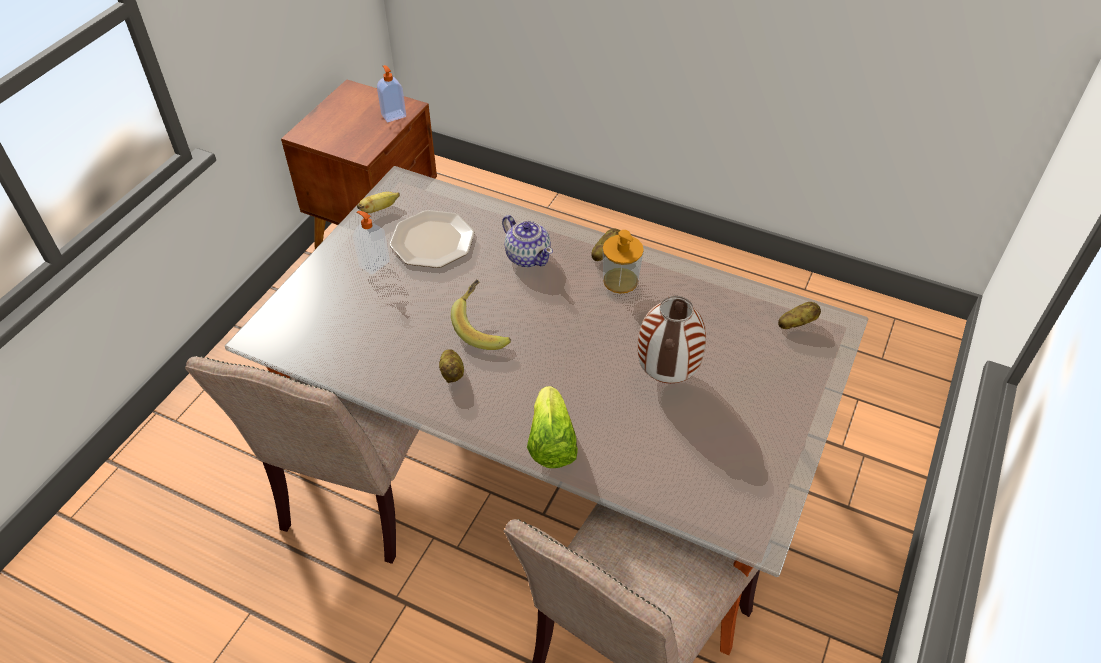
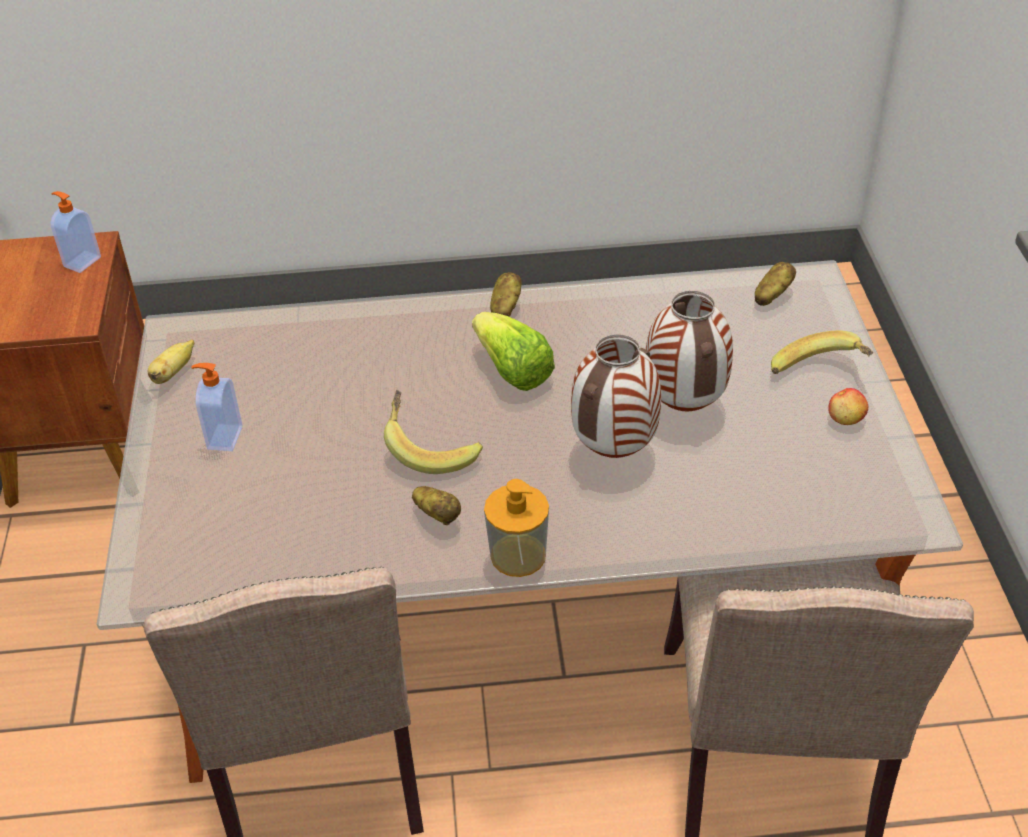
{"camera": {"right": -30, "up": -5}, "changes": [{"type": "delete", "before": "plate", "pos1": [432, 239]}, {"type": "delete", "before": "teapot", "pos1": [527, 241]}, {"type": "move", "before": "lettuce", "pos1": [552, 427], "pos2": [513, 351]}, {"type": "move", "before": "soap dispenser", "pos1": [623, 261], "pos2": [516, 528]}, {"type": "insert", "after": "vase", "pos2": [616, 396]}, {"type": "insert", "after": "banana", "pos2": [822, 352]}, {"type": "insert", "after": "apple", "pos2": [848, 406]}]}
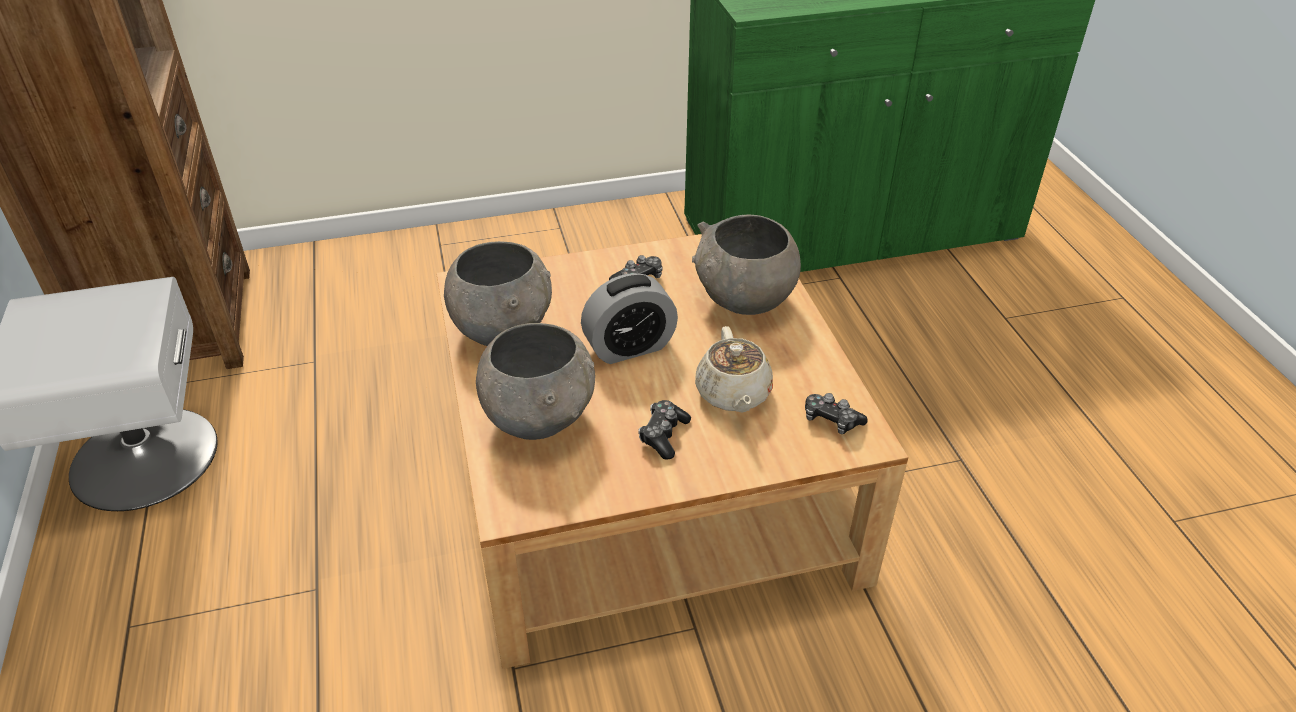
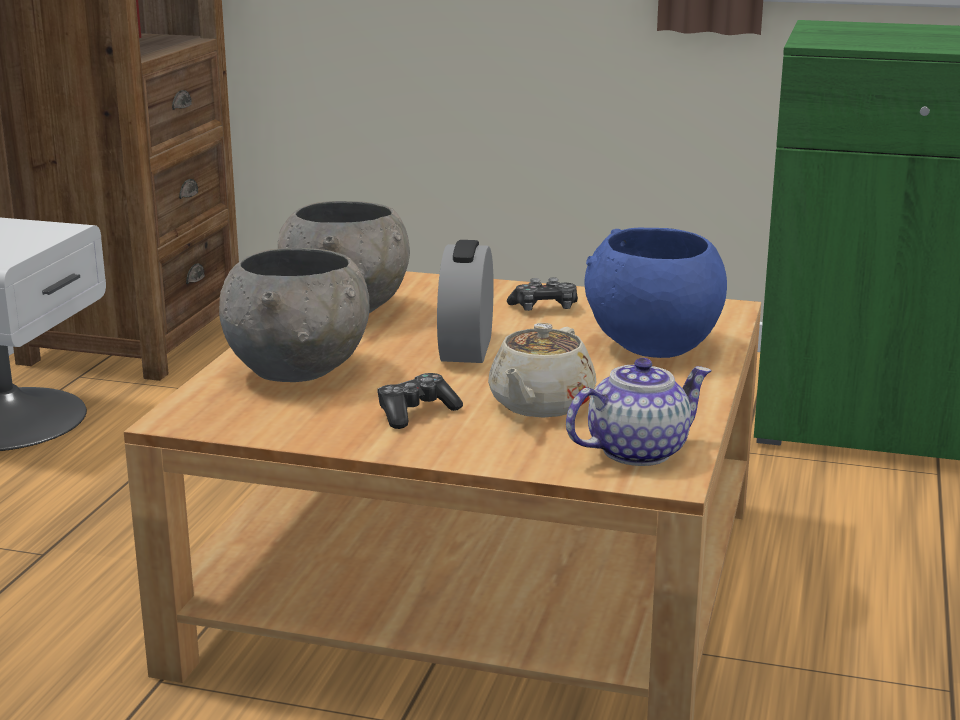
{"camera": {"right": 30, "up": -20}, "changes": [{"type": "rotate", "before": "alarm clock", "pos1": [629, 318], "pos2": [465, 301], "turn": 90}, {"type": "recolor", "before": "grey bowl", "after": "blue bowl", "pos1": [746, 264], "pos2": [656, 293]}, {"type": "replace", "before": "game controller", "after": "teapot", "pos1": [836, 413], "pos2": [639, 412]}]}
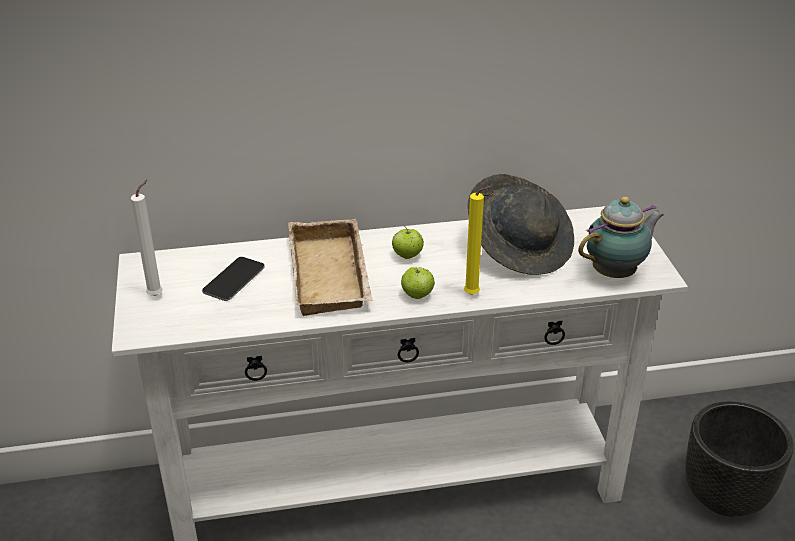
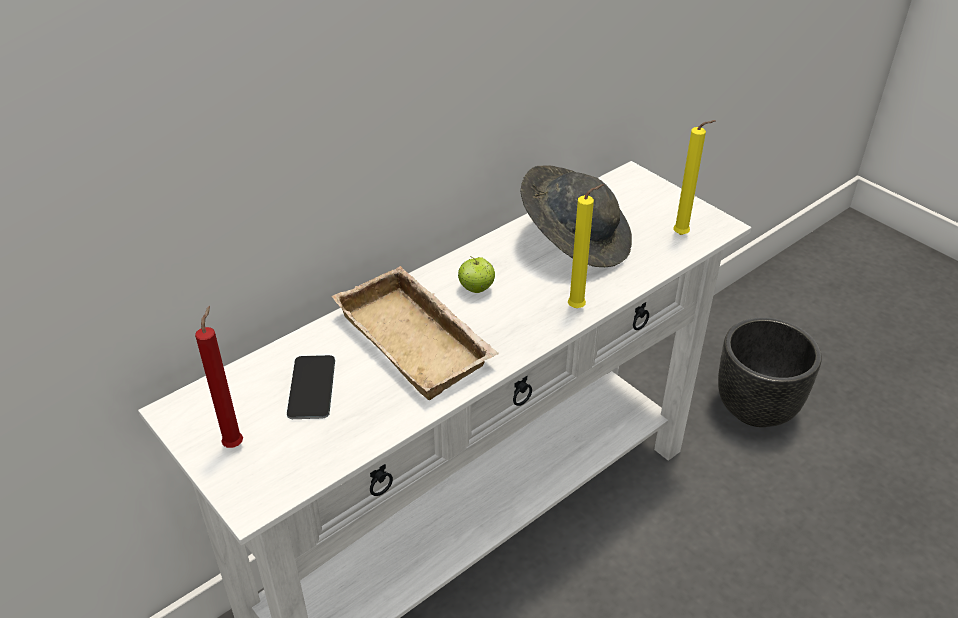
{"camera": {"right": -30, "up": 5}, "changes": [{"type": "recolor", "before": "white candle", "after": "red candle", "pos1": [146, 238], "pos2": [219, 377]}, {"type": "delete", "before": "apple", "pos1": [418, 283]}, {"type": "replace", "before": "teapot", "after": "yellow candle", "pos1": [621, 237], "pos2": [694, 177]}]}
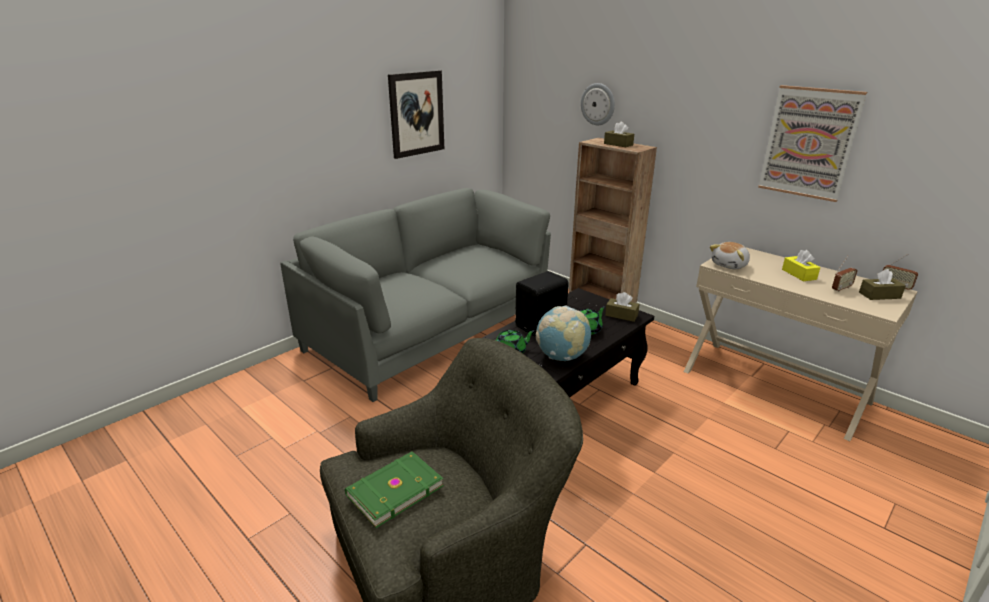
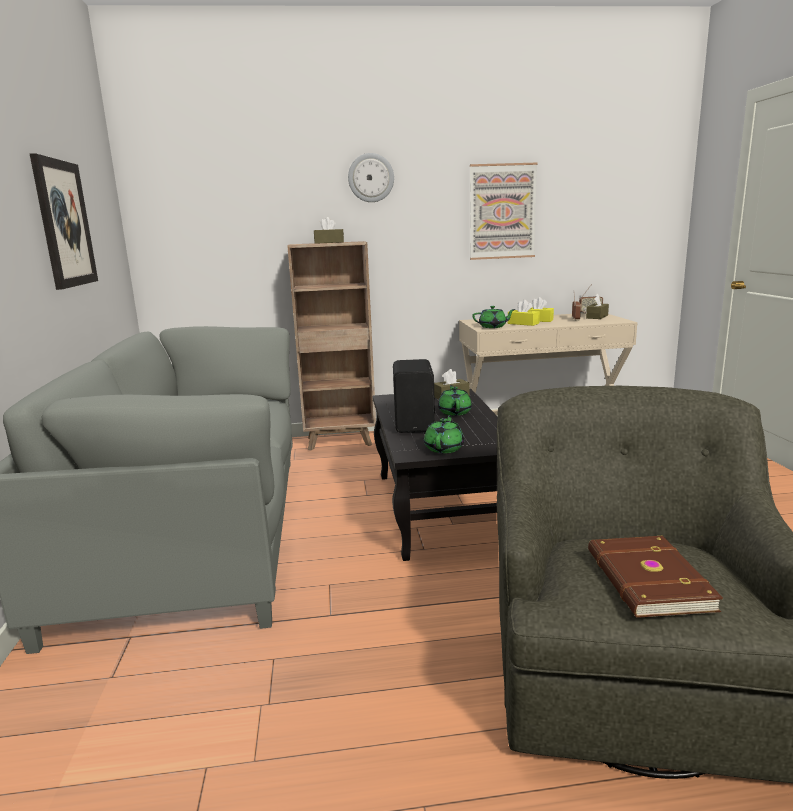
{"camera": {"right": -50, "up": -10}, "changes": [{"type": "recolor", "before": "green book", "after": "brown book", "pos1": [394, 489], "pos2": [655, 577]}, {"type": "delete", "before": "globe", "pos1": [563, 333]}, {"type": "move", "before": "wall clock", "pos1": [598, 104], "pos2": [371, 177]}, {"type": "replace", "before": "plush toy", "after": "green teapot", "pos1": [730, 255], "pos2": [493, 317]}, {"type": "insert", "after": "yellow tissue box", "pos2": [524, 313]}]}
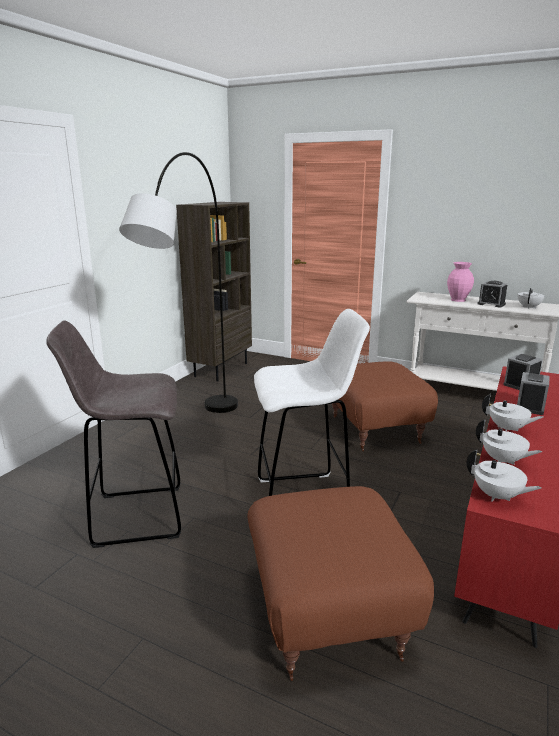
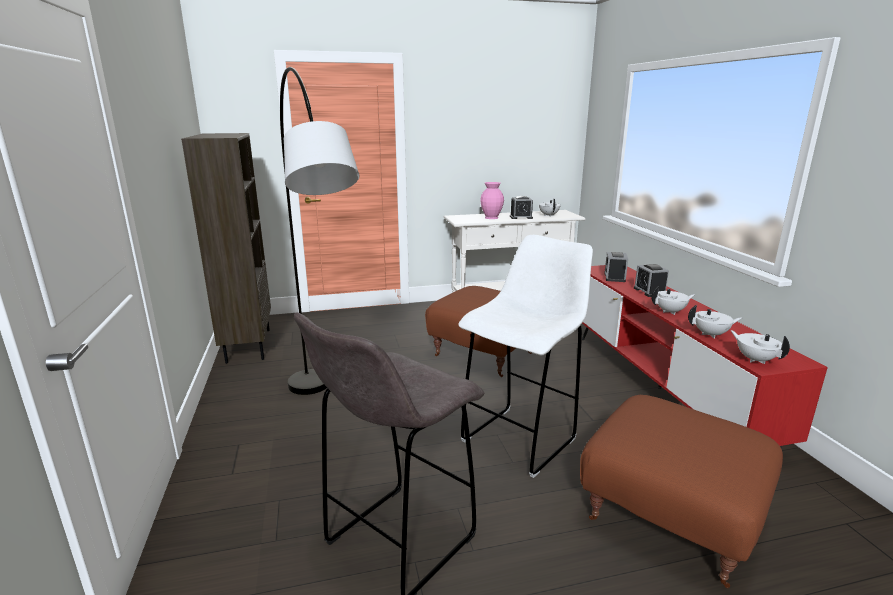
{"camera": {"right": -40, "up": 0}, "changes": [{"type": "rotate", "before": "white teapot", "pos1": [504, 476], "pos2": [760, 347], "turn": -120}]}
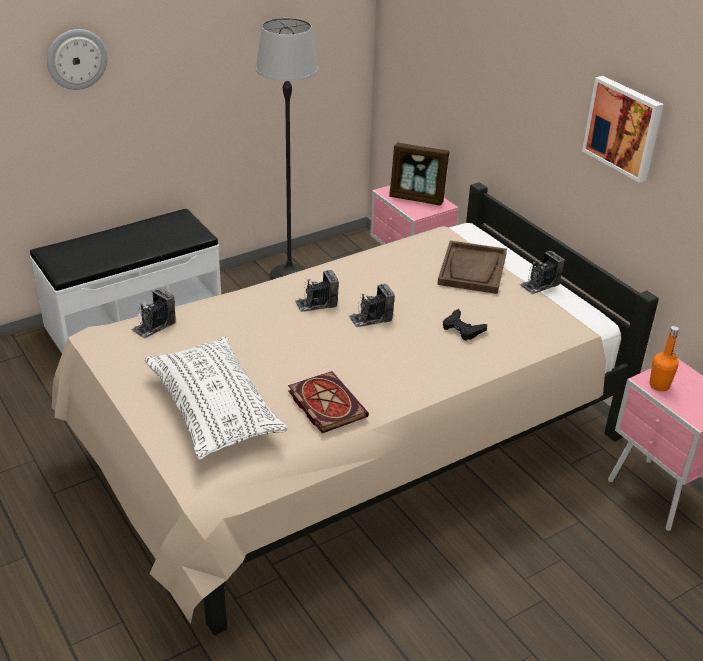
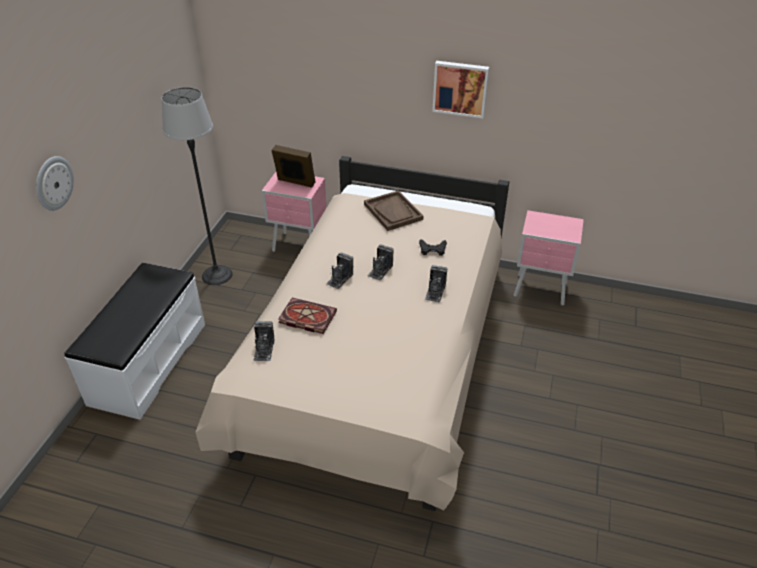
{"camera": {"right": -40, "up": 5}, "changes": [{"type": "delete", "before": "white pillow", "pos1": [216, 398]}, {"type": "move", "before": "book", "pos1": [328, 402], "pos2": [307, 316]}, {"type": "rotate", "before": "picture frame", "pos1": [419, 174], "pos2": [293, 166], "turn": -135}, {"type": "move", "before": "photo camera", "pos1": [542, 272], "pos2": [436, 283]}, {"type": "delete", "before": "orange bottle", "pos1": [664, 358]}]}
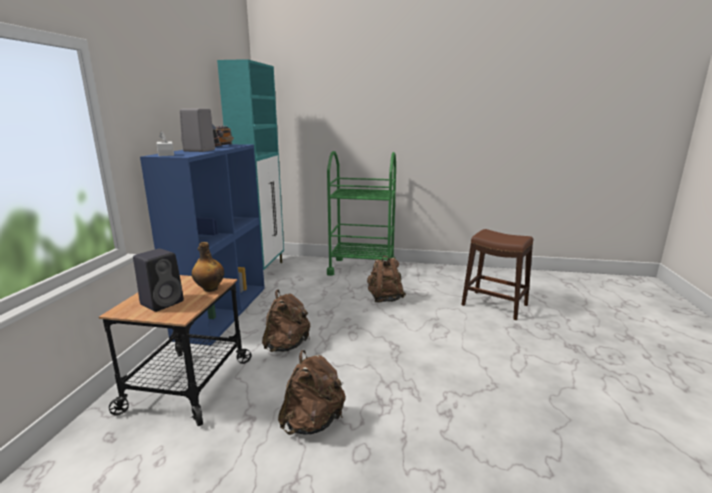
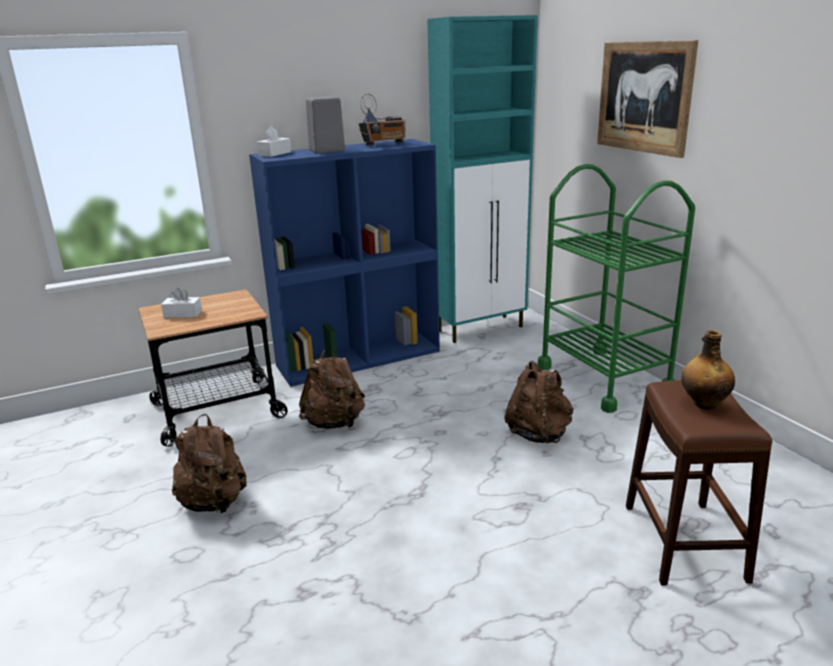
{"camera": {"right": 55, "up": 5}, "changes": [{"type": "replace", "before": "black speaker", "after": "white tissue box", "pos1": [158, 280], "pos2": [181, 303]}, {"type": "move", "before": "bottle", "pos1": [208, 267], "pos2": [708, 370]}, {"type": "insert", "after": "picture", "pos2": [647, 99]}]}
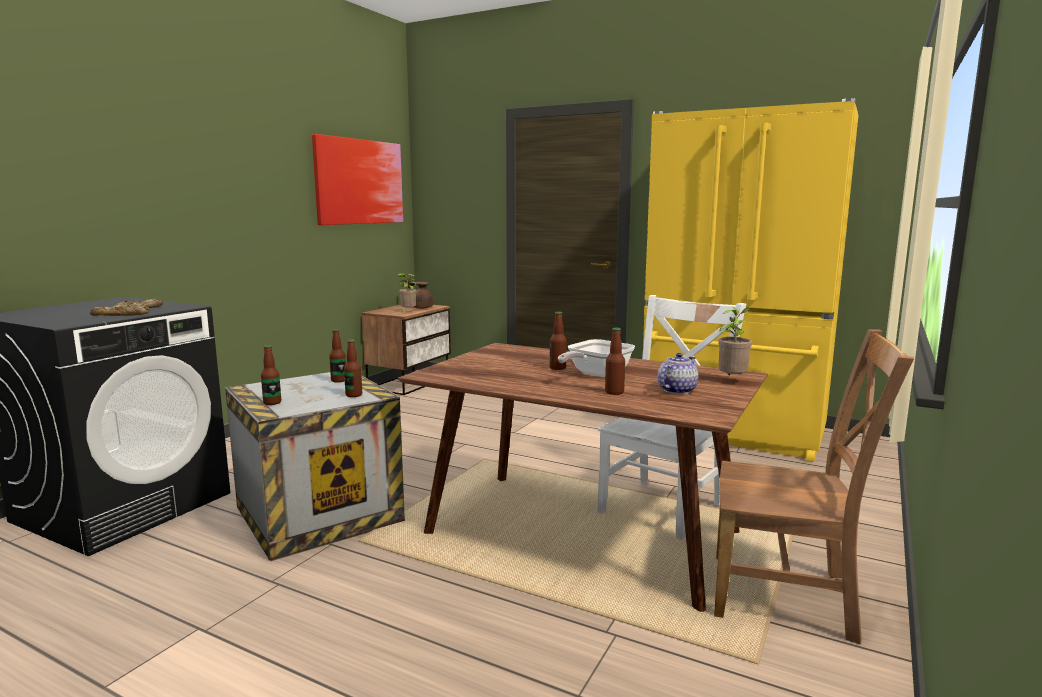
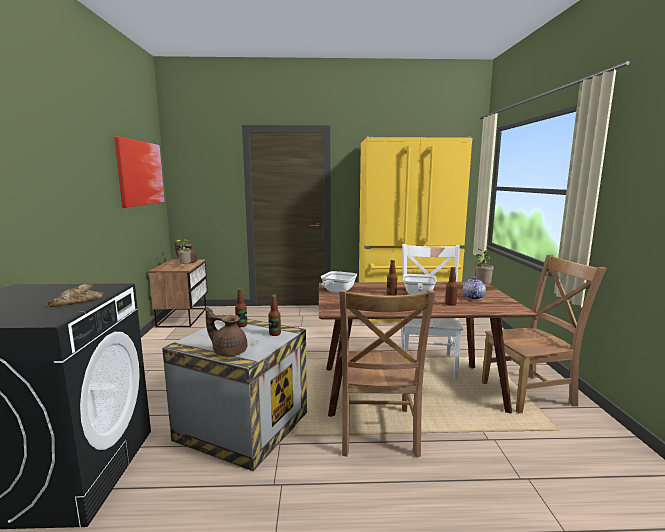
{"camera": {"right": -30, "up": 0}, "changes": [{"type": "replace", "before": "bottle", "after": "brown teapot", "pos1": [271, 375], "pos2": [226, 332]}, {"type": "insert", "after": "frying pan", "pos2": [339, 282]}, {"type": "insert", "after": "brown chair", "pos2": [387, 373]}]}
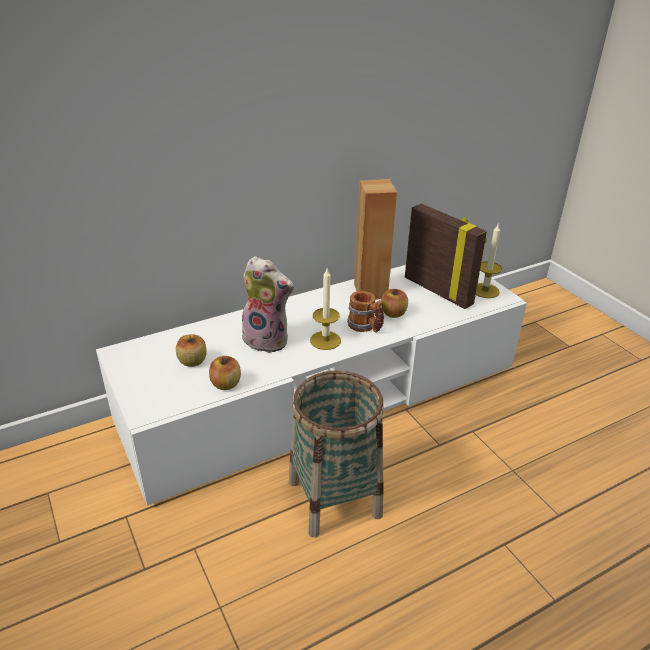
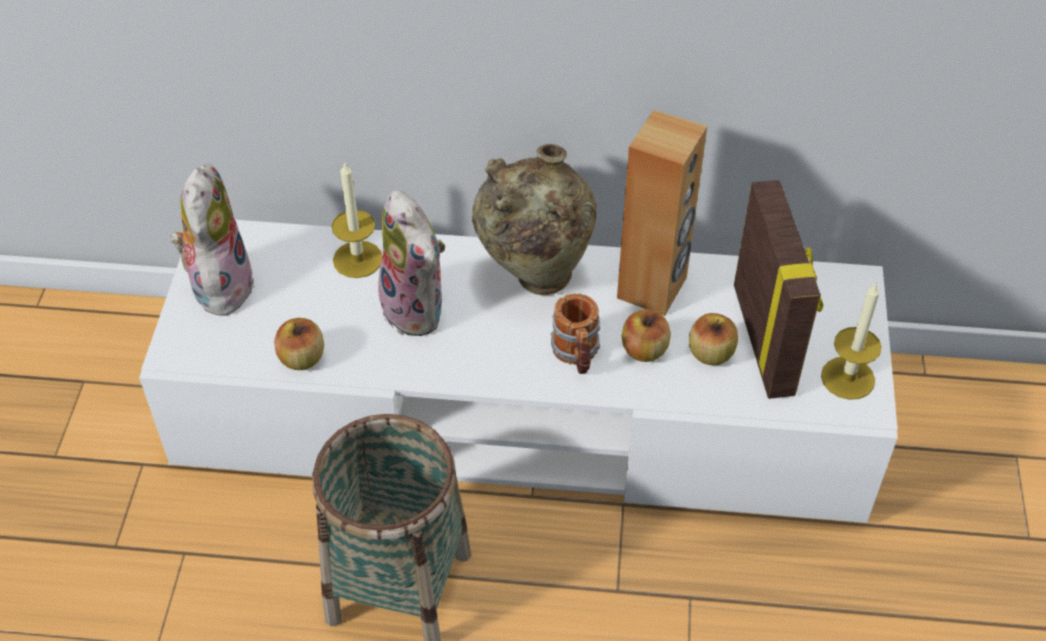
{"camera": {"right": 35, "up": 15}, "changes": [{"type": "move", "before": "apple", "pos1": [191, 350], "pos2": [713, 339]}, {"type": "move", "before": "candle", "pos1": [325, 309], "pos2": [357, 220]}, {"type": "insert", "after": "plush toy", "pos2": [212, 240]}, {"type": "insert", "after": "beige vase", "pos2": [534, 219]}]}
